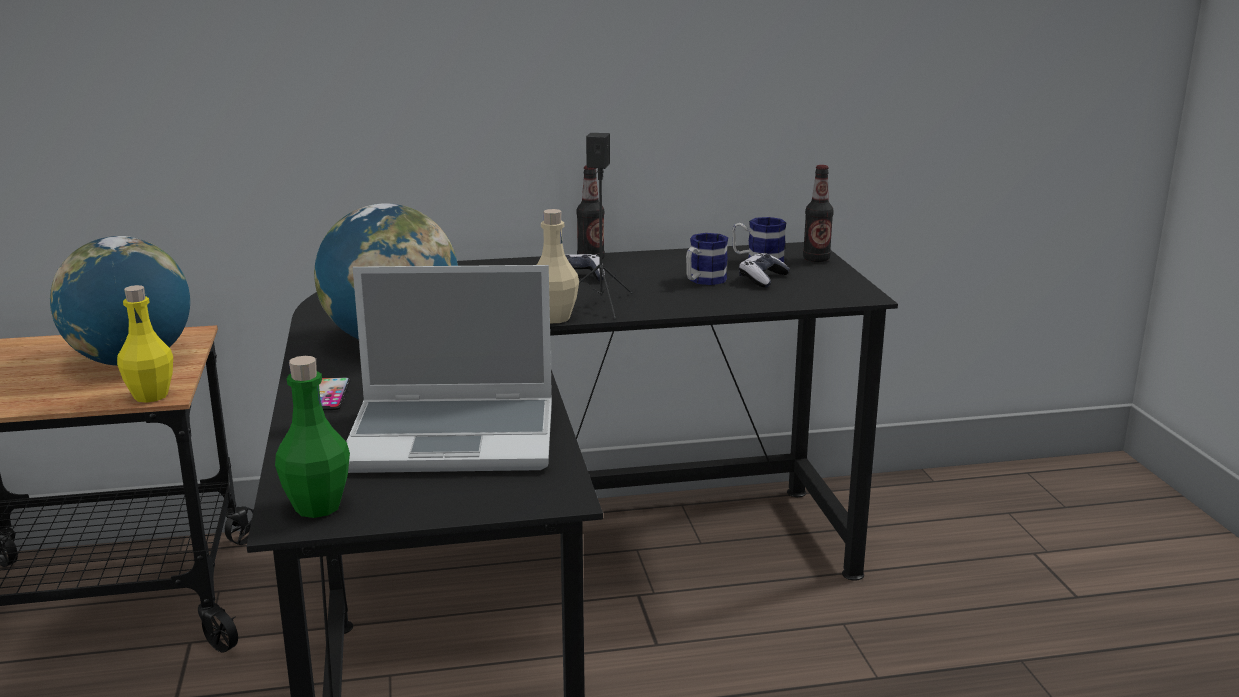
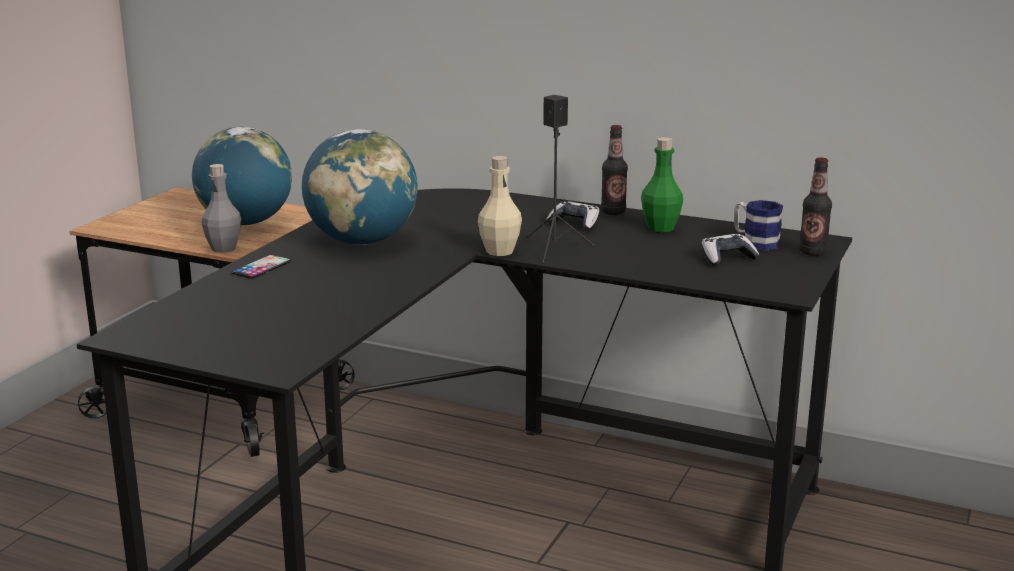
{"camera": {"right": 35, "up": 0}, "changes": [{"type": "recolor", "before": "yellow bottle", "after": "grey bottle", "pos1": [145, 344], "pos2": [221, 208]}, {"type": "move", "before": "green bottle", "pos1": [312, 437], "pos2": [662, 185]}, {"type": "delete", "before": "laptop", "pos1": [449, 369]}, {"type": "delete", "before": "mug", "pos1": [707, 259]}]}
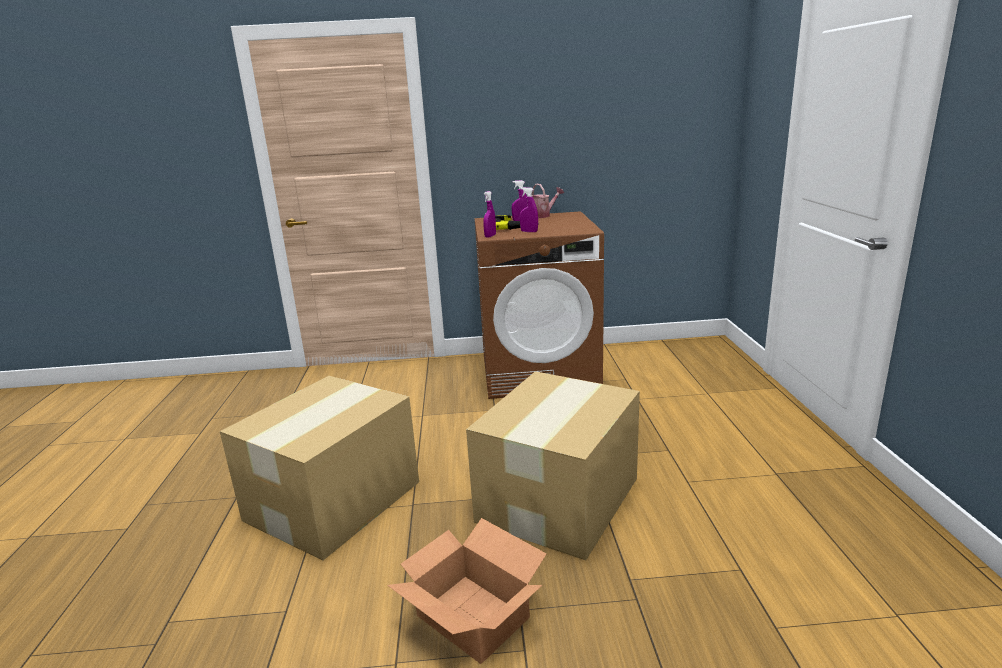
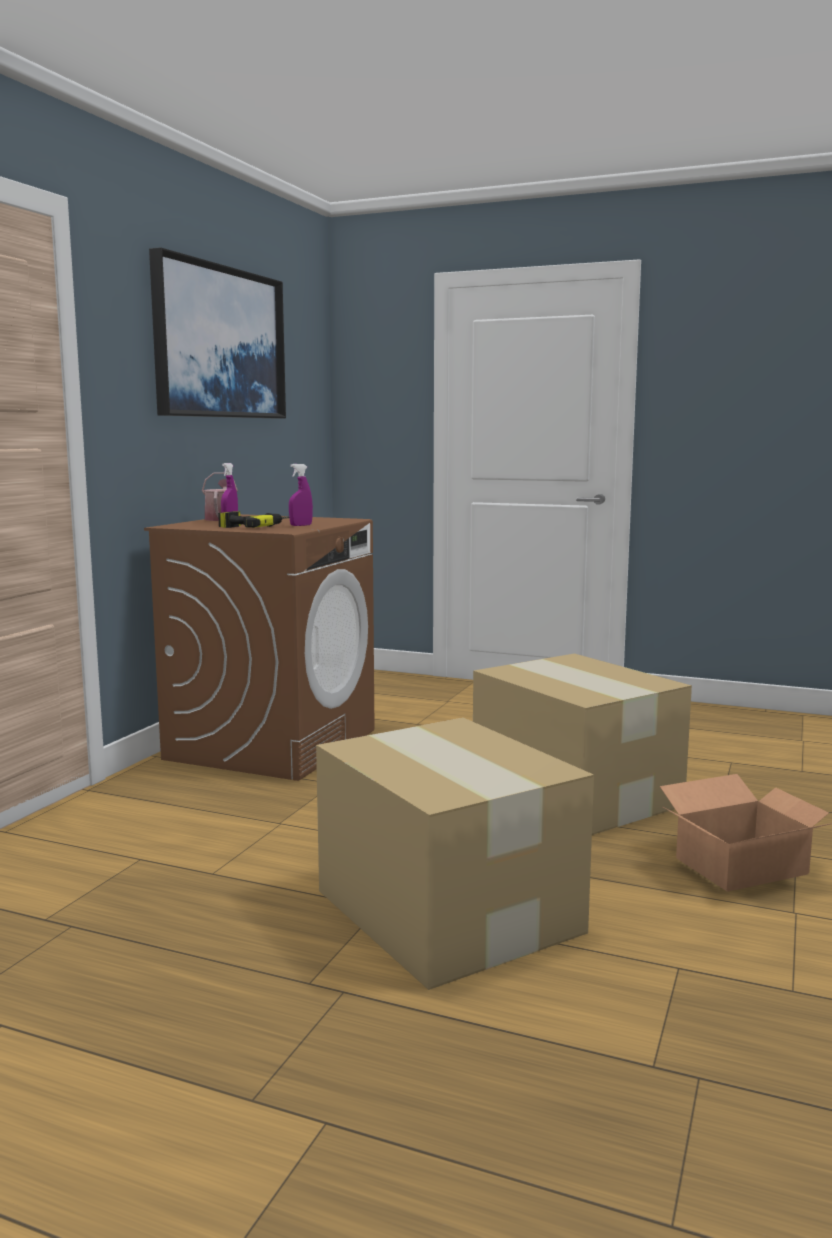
{"camera": {"right": -65, "up": -10}, "changes": [{"type": "delete", "before": "purple spray bottle", "pos1": [489, 214]}, {"type": "insert", "after": "picture", "pos2": [217, 332]}]}
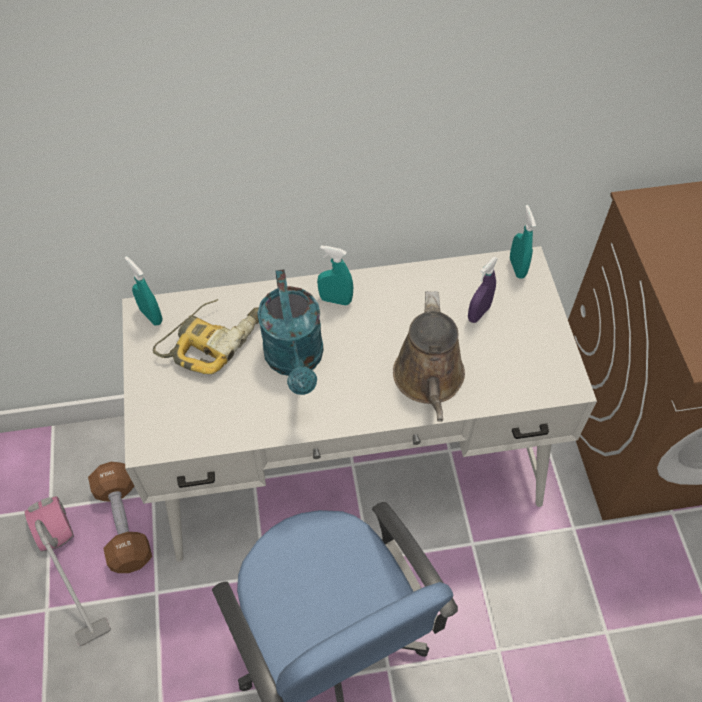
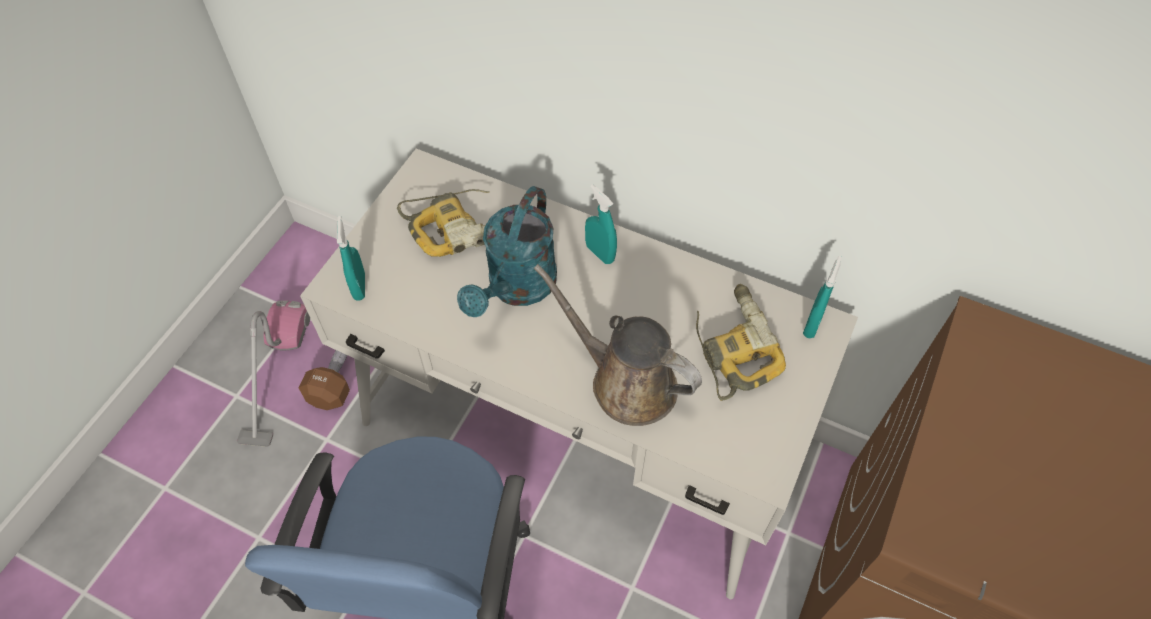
{"camera": {"right": 35, "up": 0}, "changes": [{"type": "move", "before": "turquoise spray bottle", "pos1": [143, 290], "pos2": [351, 258]}, {"type": "rotate", "before": "brown watering can", "pos1": [429, 356], "pos2": [618, 345], "turn": 90}, {"type": "replace", "before": "purple spray bottle", "after": "power drill", "pos1": [483, 289], "pos2": [741, 342]}]}
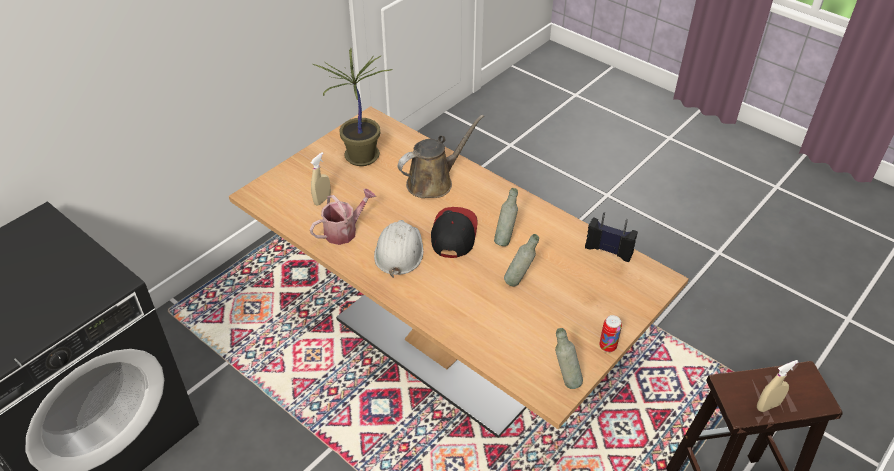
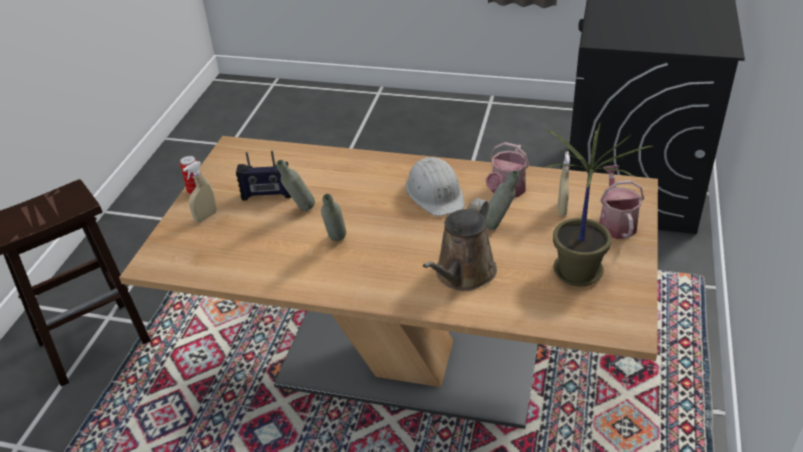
{"camera": {"right": 155, "up": -5}, "changes": [{"type": "delete", "before": "cap", "pos1": [454, 232]}, {"type": "move", "before": "grey bottle", "pos1": [569, 358], "pos2": [502, 200]}, {"type": "move", "before": "radio", "pos1": [611, 237], "pos2": [263, 175]}, {"type": "move", "before": "beige spray bottle", "pos1": [777, 386], "pos2": [200, 192]}, {"type": "insert", "after": "watering can", "pos2": [621, 202]}]}
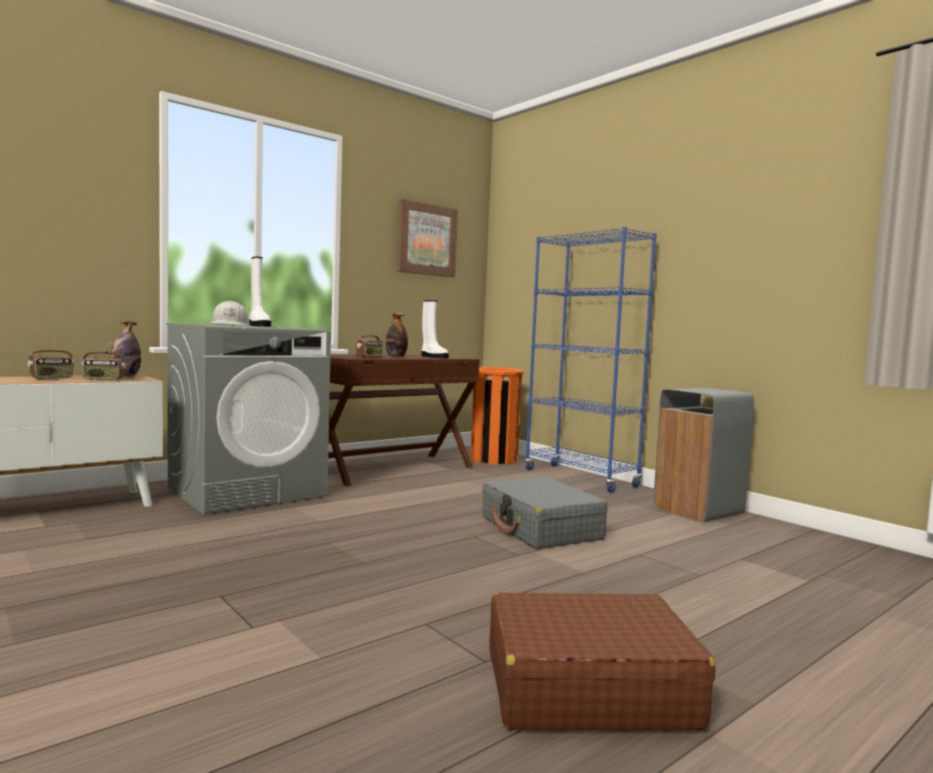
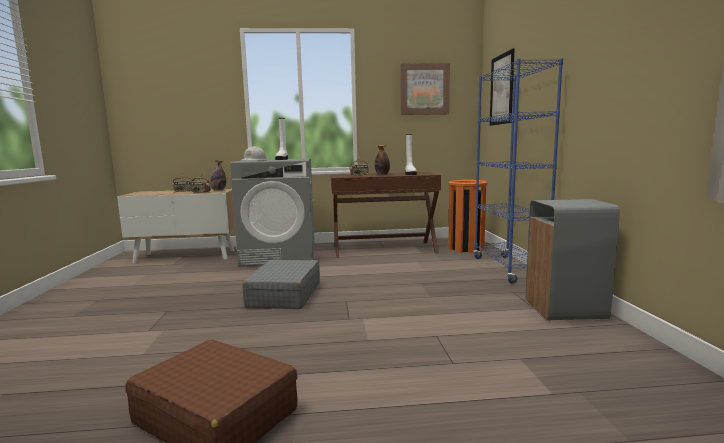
{"camera": {"right": 35, "up": 5}, "changes": [{"type": "move", "before": "grey suitcase", "pos1": [545, 512], "pos2": [281, 284]}, {"type": "insert", "after": "picture", "pos2": [502, 87]}]}
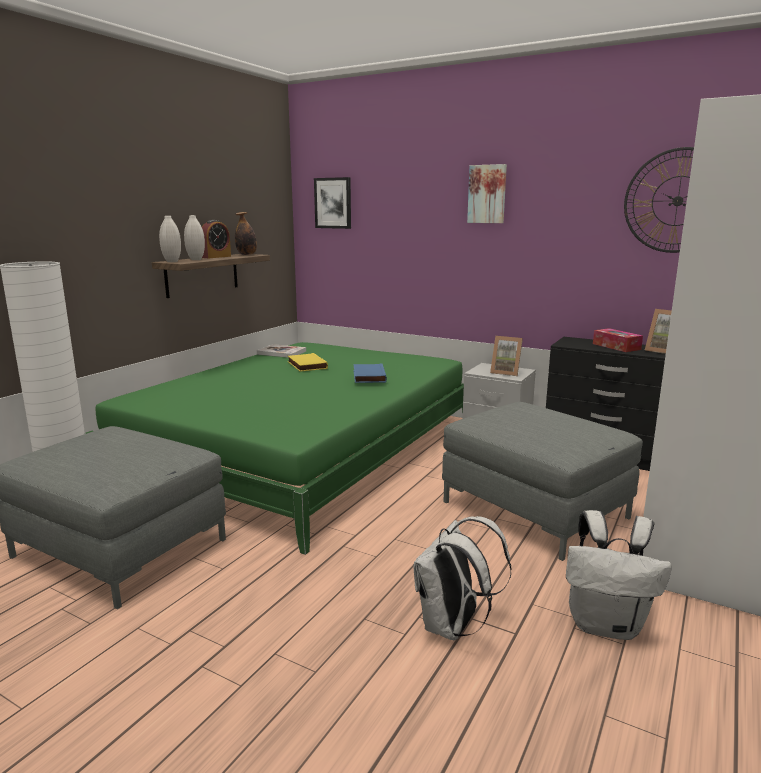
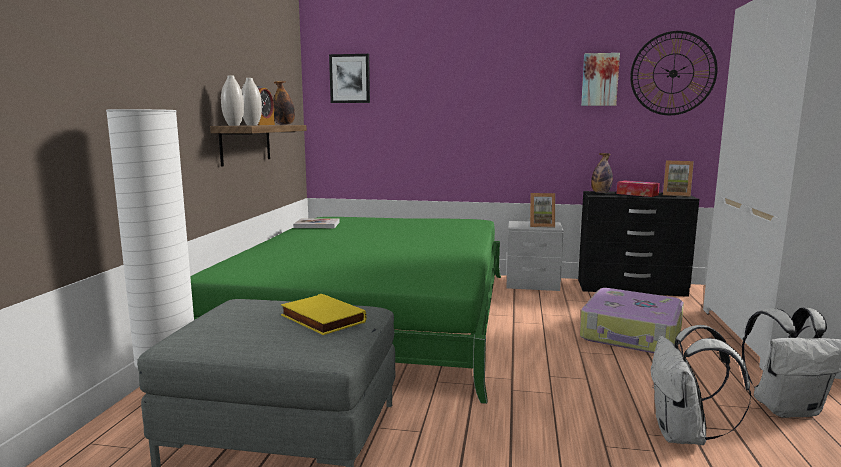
{"camera": {"right": -20, "up": -5}, "changes": [{"type": "move", "before": "yellow book", "pos1": [308, 362], "pos2": [323, 314]}, {"type": "delete", "before": "blue book", "pos1": [370, 373]}, {"type": "replace", "before": "grey ottoman", "after": "suitcase", "pos1": [542, 481], "pos2": [632, 320]}, {"type": "move", "before": "picture", "pos1": [487, 193], "pos2": [600, 79]}, {"type": "insert", "after": "bottle", "pos2": [602, 173]}]}
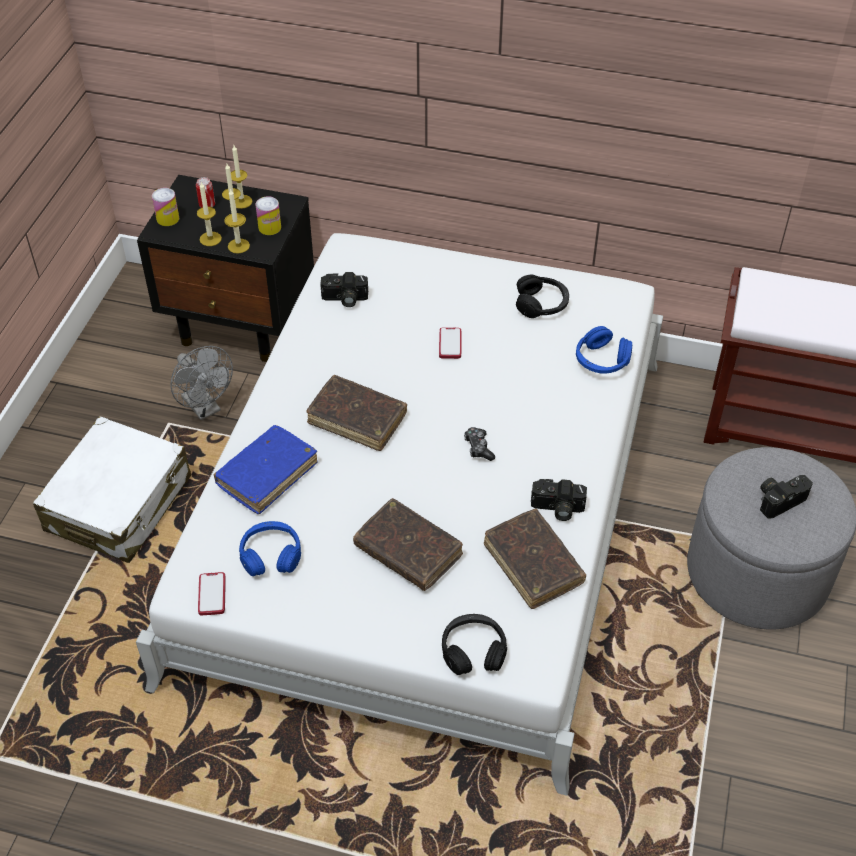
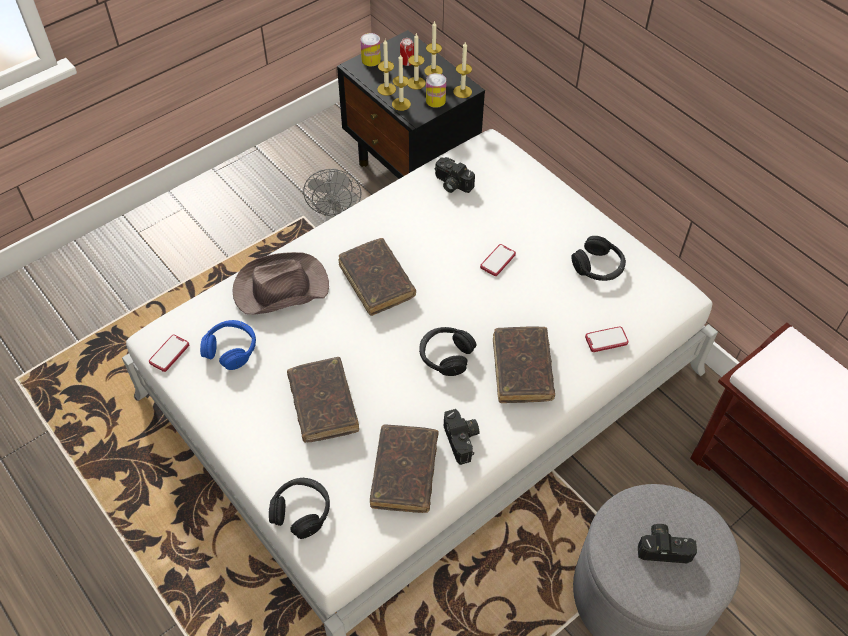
{"camera": {"right": 35, "up": 5}, "changes": [{"type": "delete", "before": "white suitcase", "pos1": [112, 489]}, {"type": "replace", "before": "blue book", "after": "brown hat", "pos1": [265, 469], "pos2": [281, 283]}, {"type": "replace", "before": "game controller", "after": "black headphones", "pos1": [479, 444], "pos2": [447, 351]}, {"type": "rotate", "before": "photo camera", "pos1": [559, 500], "pos2": [461, 437], "turn": -150}, {"type": "replace", "before": "blue headphones", "after": "phone", "pos1": [604, 350], "pos2": [607, 339]}, {"type": "insert", "after": "candle", "pos2": [462, 70]}, {"type": "insert", "after": "brown book", "pos2": [524, 364]}]}
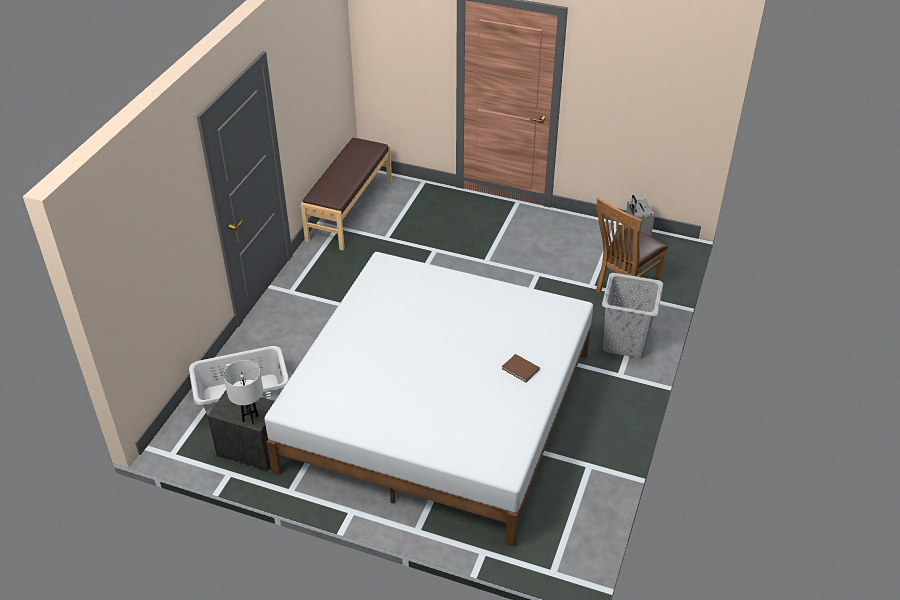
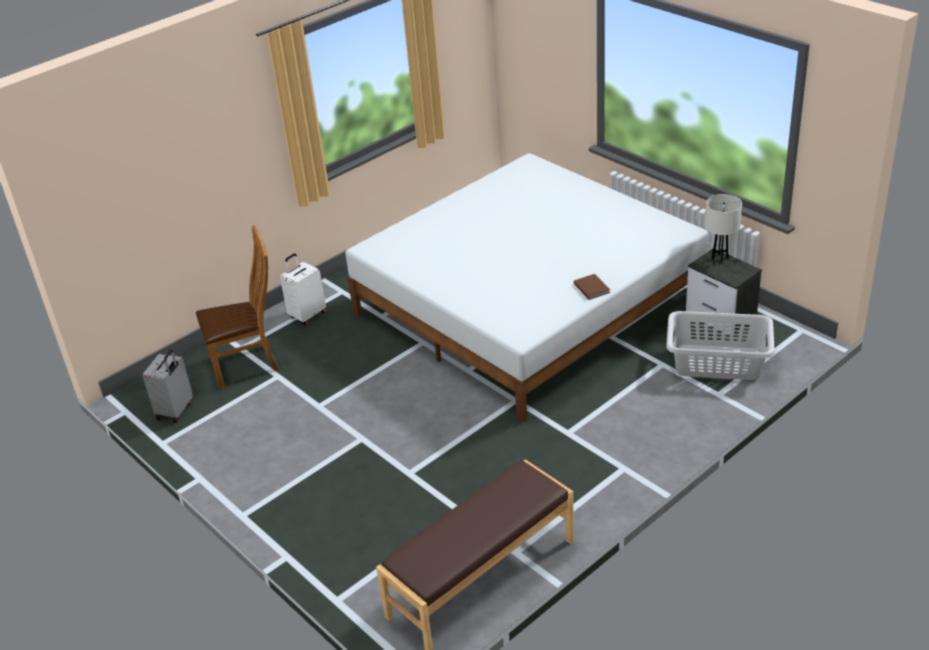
{"camera": {"right": -150, "up": -5}, "changes": [{"type": "move", "before": "brown book", "pos1": [521, 368], "pos2": [592, 287]}, {"type": "replace", "before": "grey laundry basket", "after": "white suitcase", "pos1": [632, 315], "pos2": [303, 289]}]}
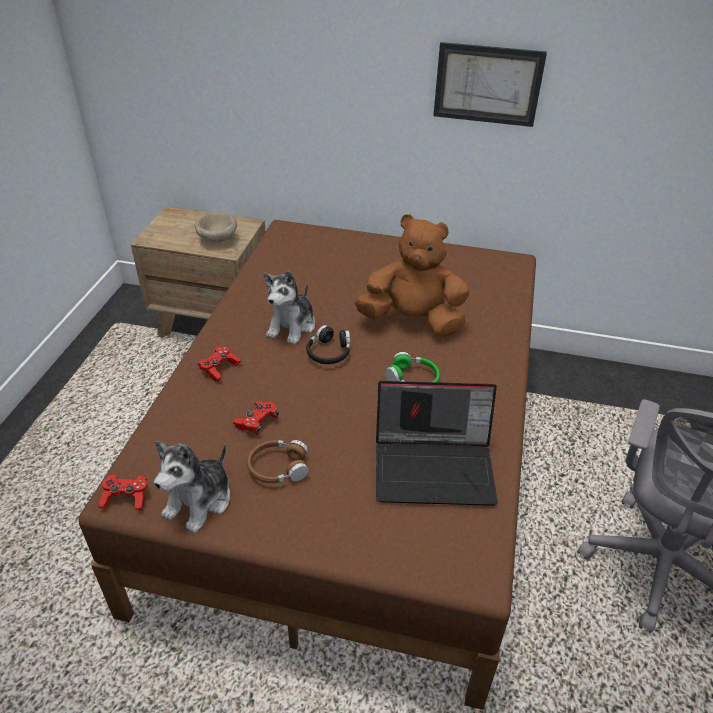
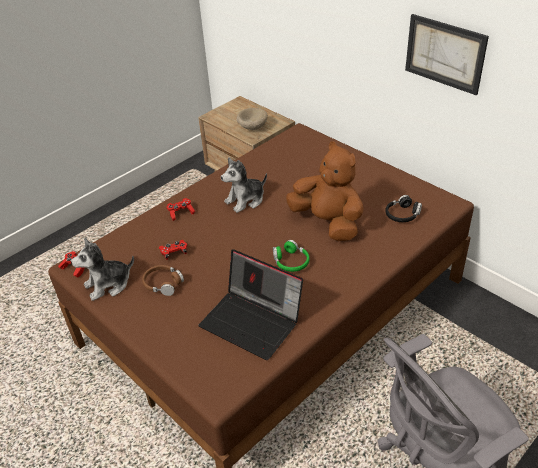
{"camera": {"right": 35, "up": 0}, "changes": [{"type": "move", "before": "black headphones", "pos1": [328, 344], "pos2": [403, 208]}]}
